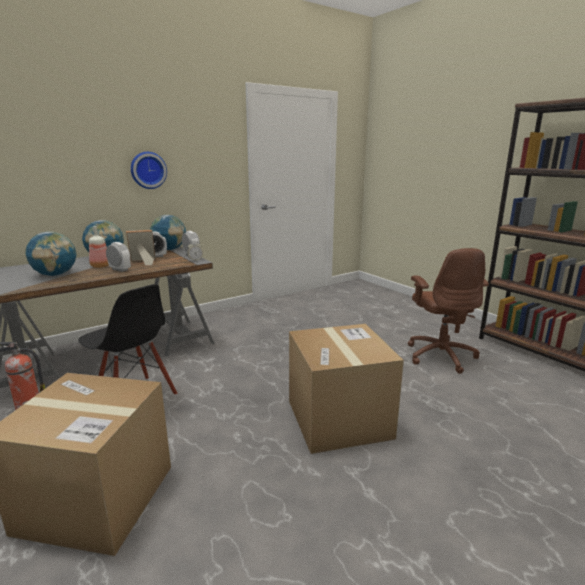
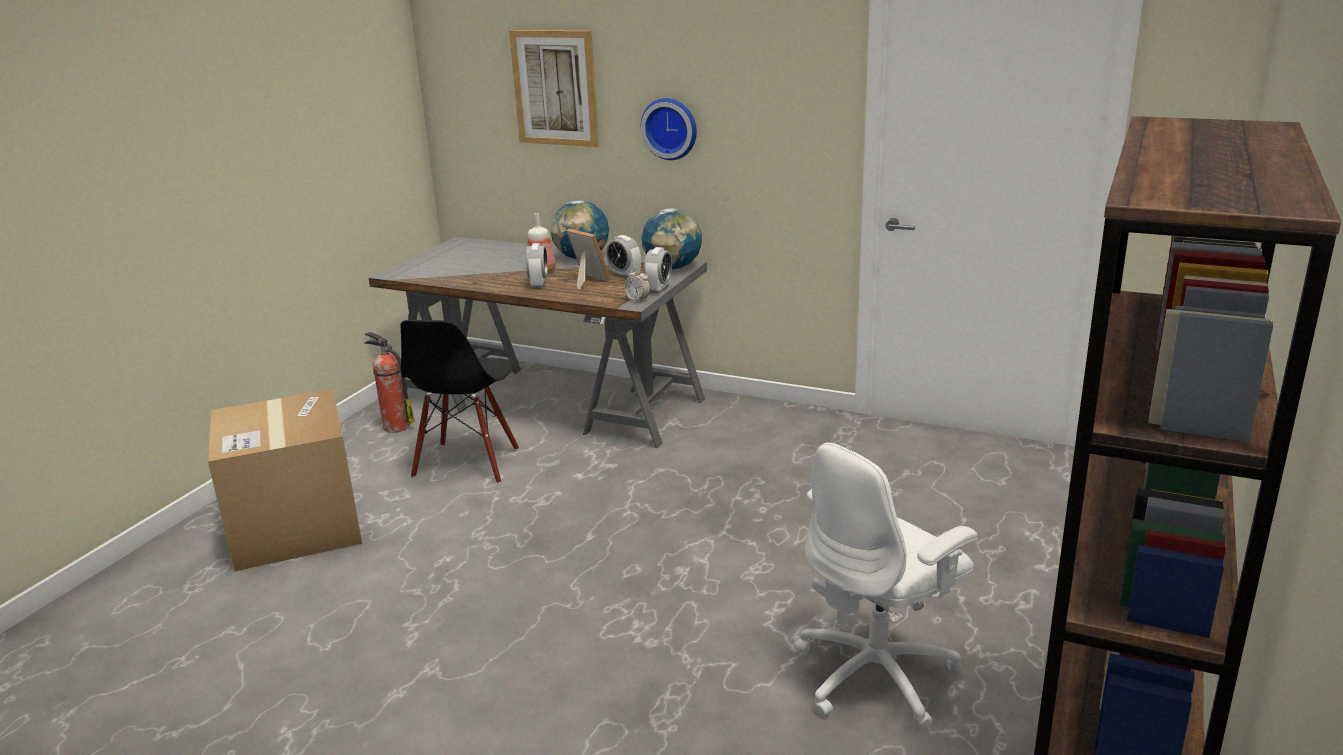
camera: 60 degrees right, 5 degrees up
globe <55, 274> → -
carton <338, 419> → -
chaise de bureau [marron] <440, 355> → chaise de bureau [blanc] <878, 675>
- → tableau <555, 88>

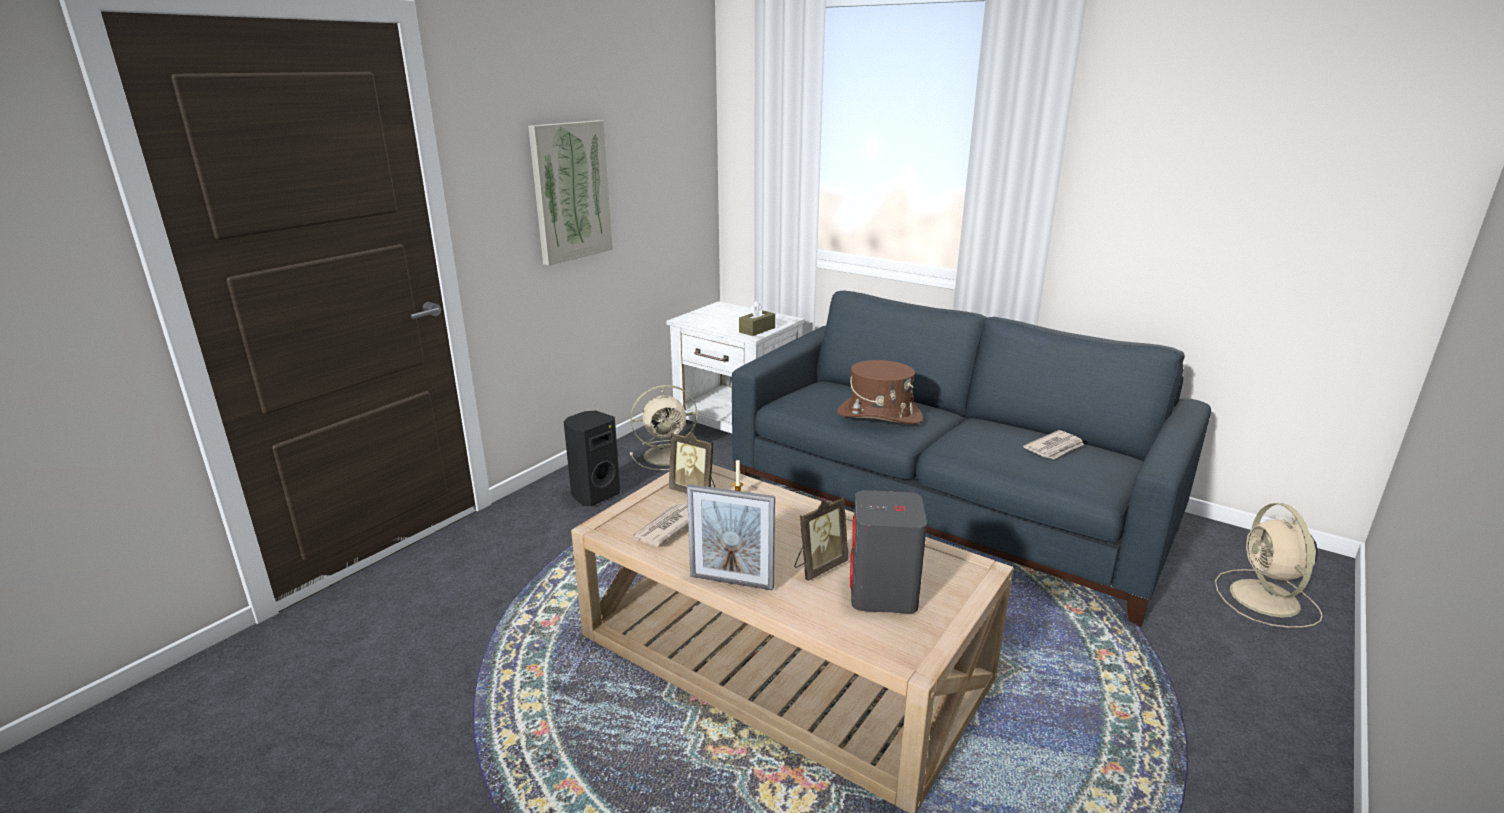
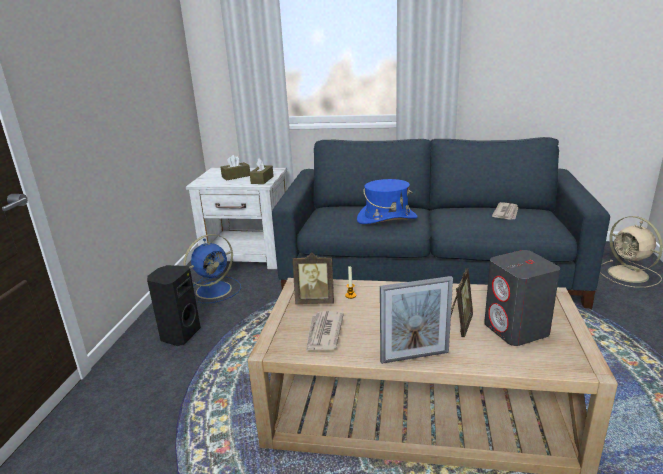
camera: 25 degrees left, 0 degrees up
tableau <570, 191> → -
ventilateur [beige] <668, 455> → ventilateur [bleu] <215, 289>
chapeau [marron] <879, 416> → chapeau [bleu] <387, 219>
- → boîte à mouchoirs [marron] <236, 176>

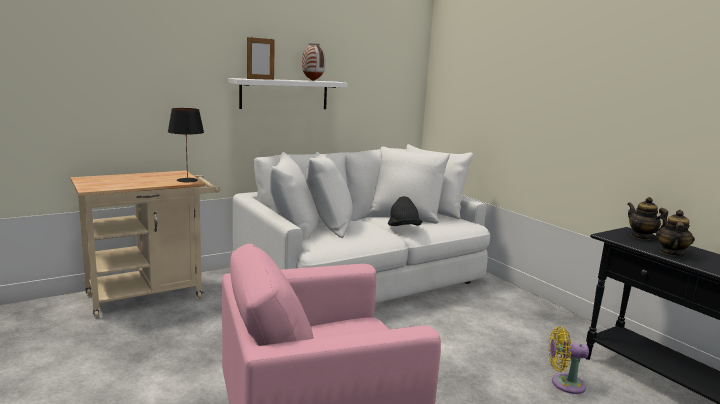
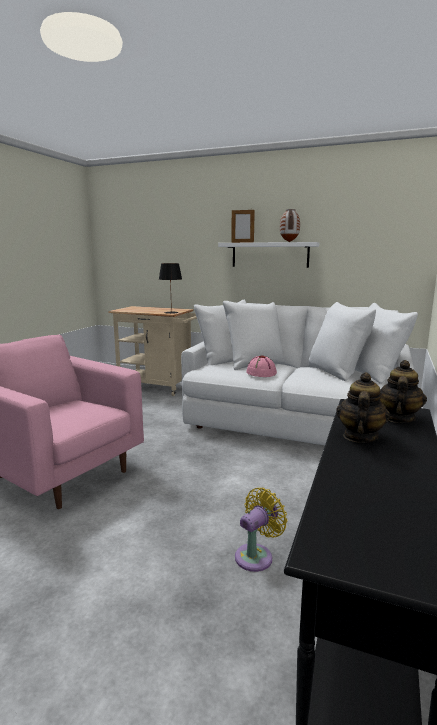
camera: 55 degrees right, 0 degrees up
chapeau [noir] <403, 228> → -
ventilateur [jaune] <564, 383> → ventilateur [jaune] <256, 555>, 75 degrees clockwise
théière <671, 253> → théière <359, 437>, 60 degrees counterclockwise
- → chapeau [rose] <261, 373>

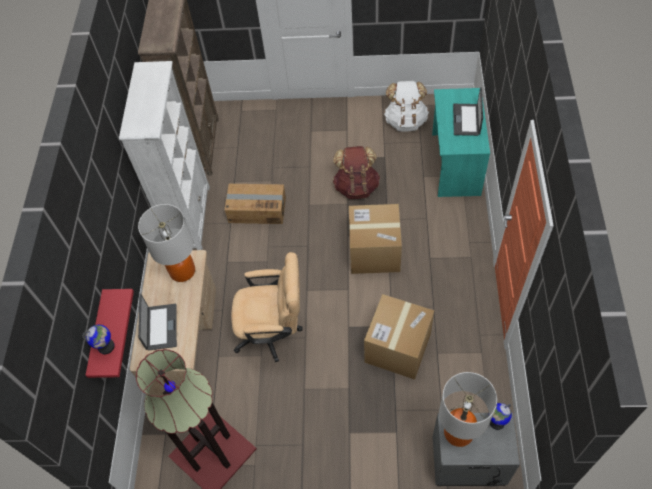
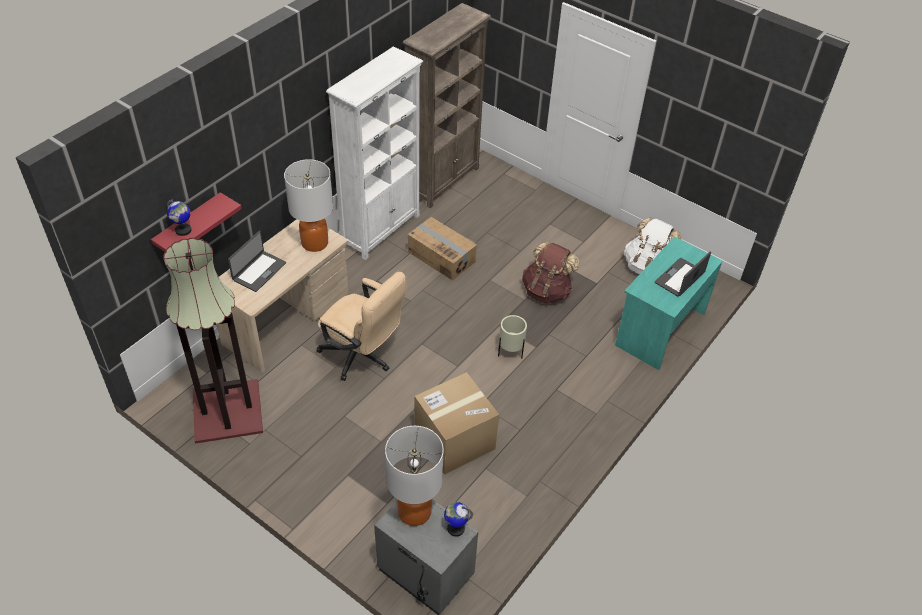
camera: 30 degrees right, 10 degrees down
carton <374, 252> → cache-pot [beige] <510, 352>

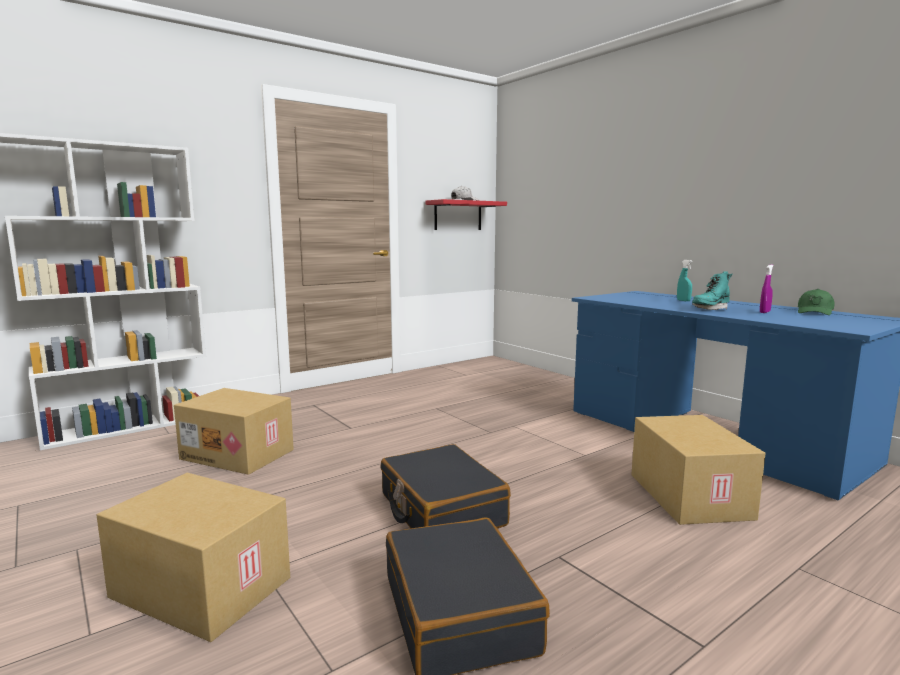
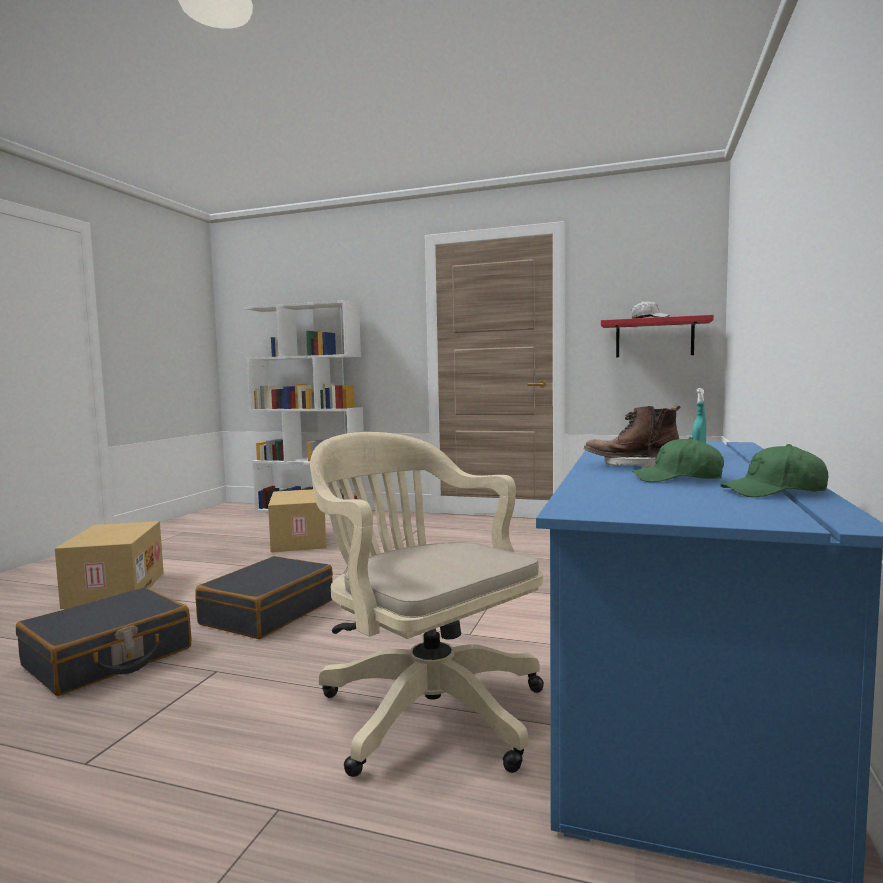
camera: 55 degrees right, 5 degrees down
carton <687, 495> → chaise de bureau [beige] <424, 707>
botte [turquoise] <710, 309> → botte [marron] <631, 466>
vaporisateur [violet] <764, 312> → casquette [vert] <678, 479>

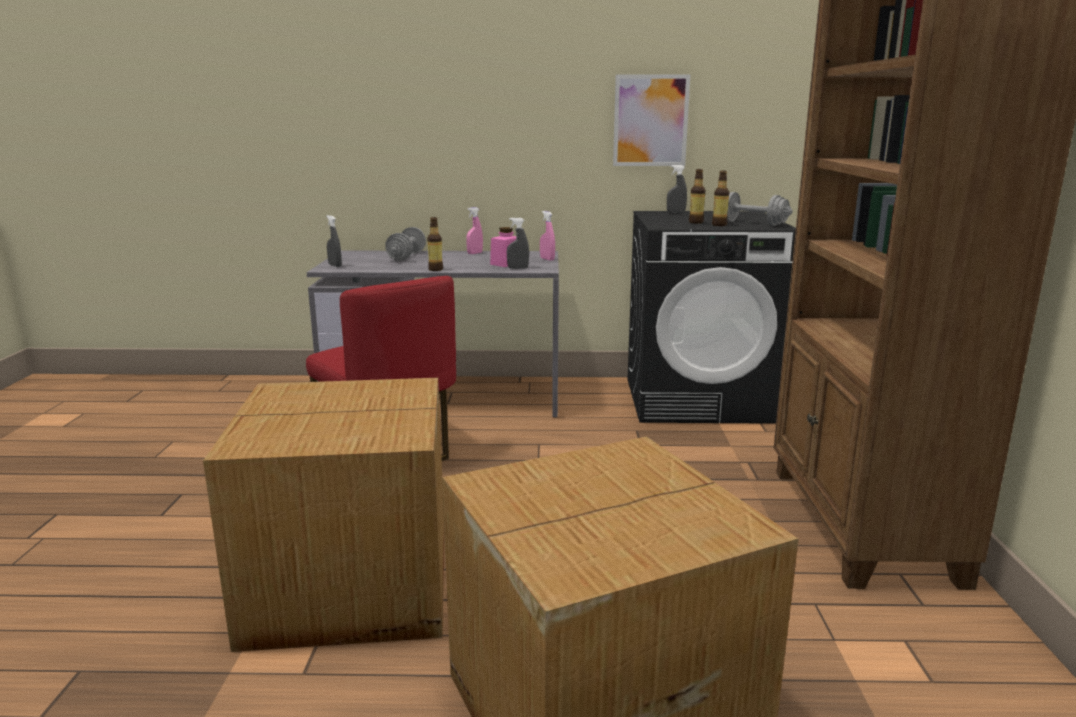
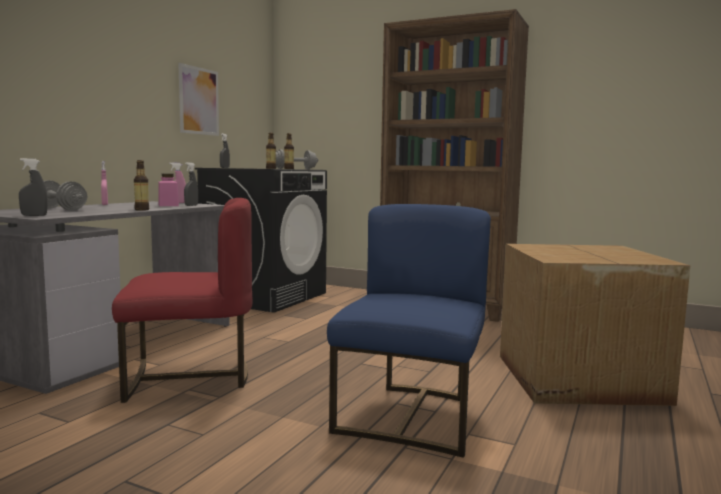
camera: 65 degrees left, 10 degrees down
carton <353, 586> → chaise [bleu] <411, 416>

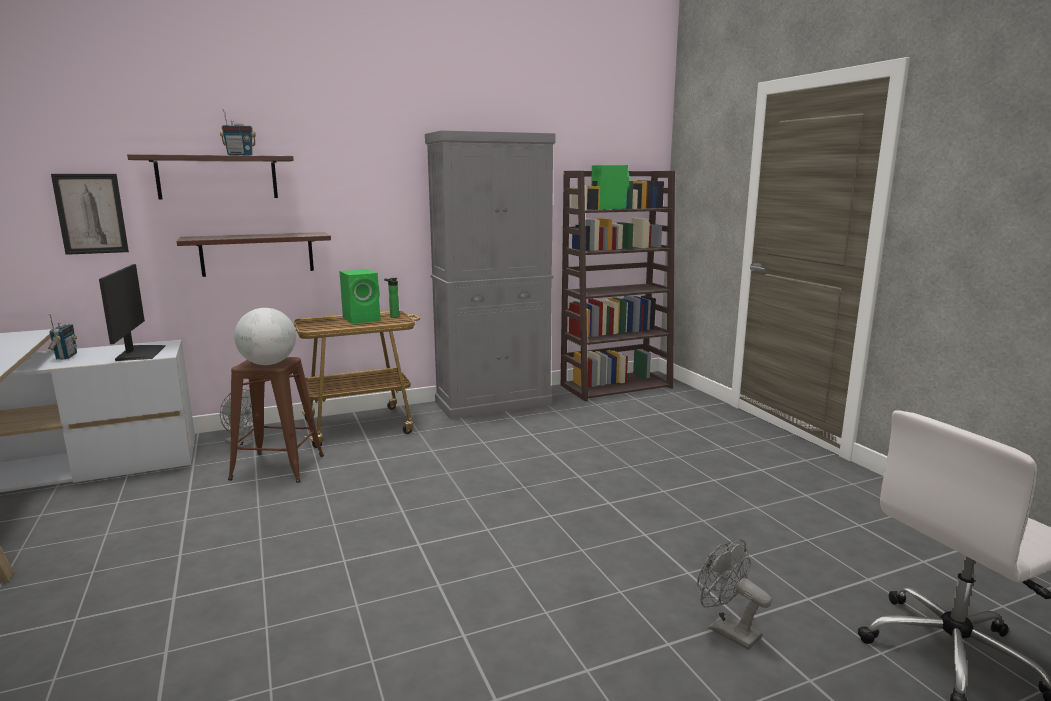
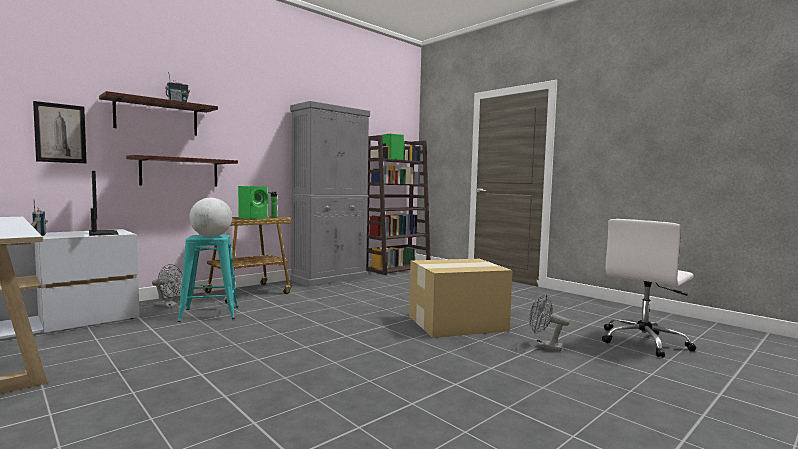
camera: 20 degrees left, 10 degrees down
tabouret [marron] <278, 467> → tabouret [turquoise] <209, 314>
- → carton <455, 323>

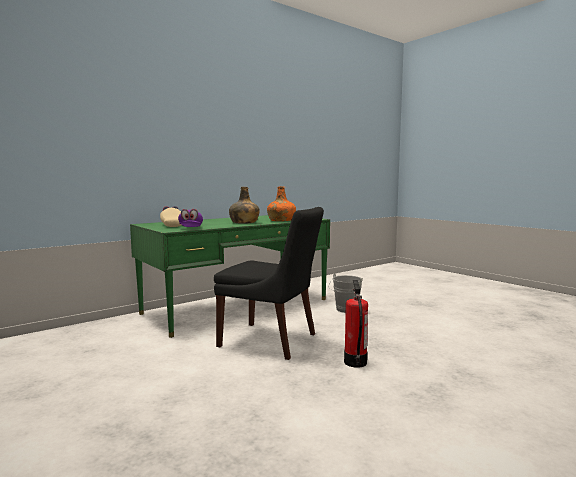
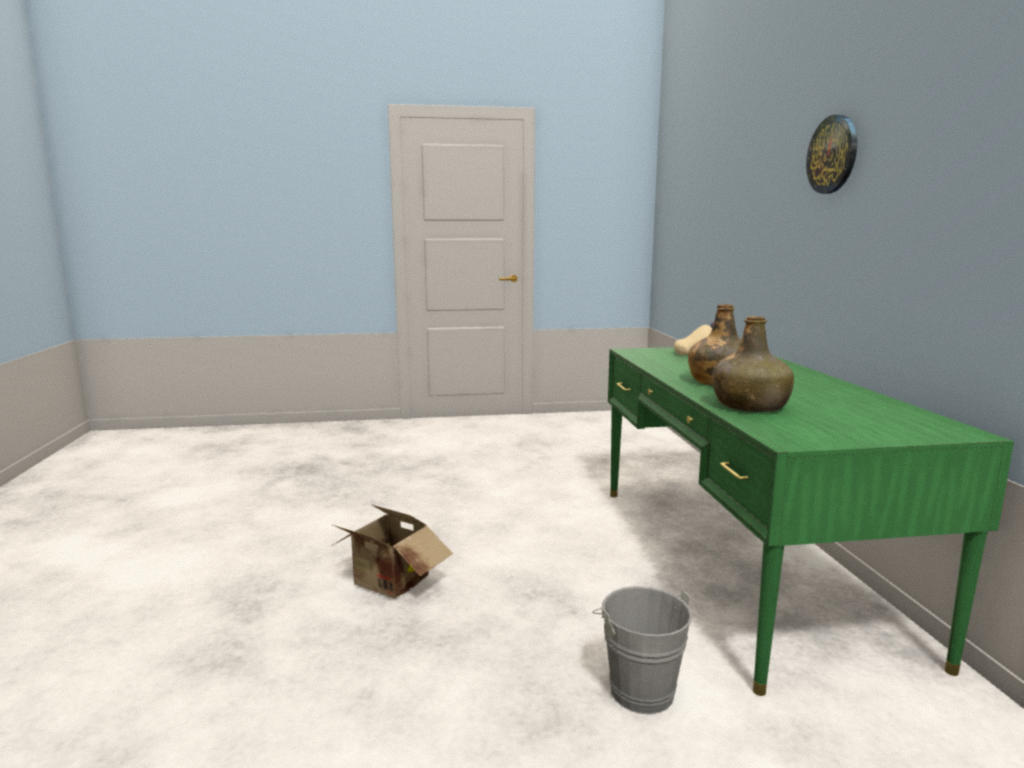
camera: 120 degrees right, 5 degrees up
casquette [violet] <190, 228> → -
chaise [noir] <271, 341> → -
bouteille [orange] <281, 220> → bouteille [vert] <750, 406>
extincteur <355, 362> → carton <389, 585>
- → horloge murale <833, 154>

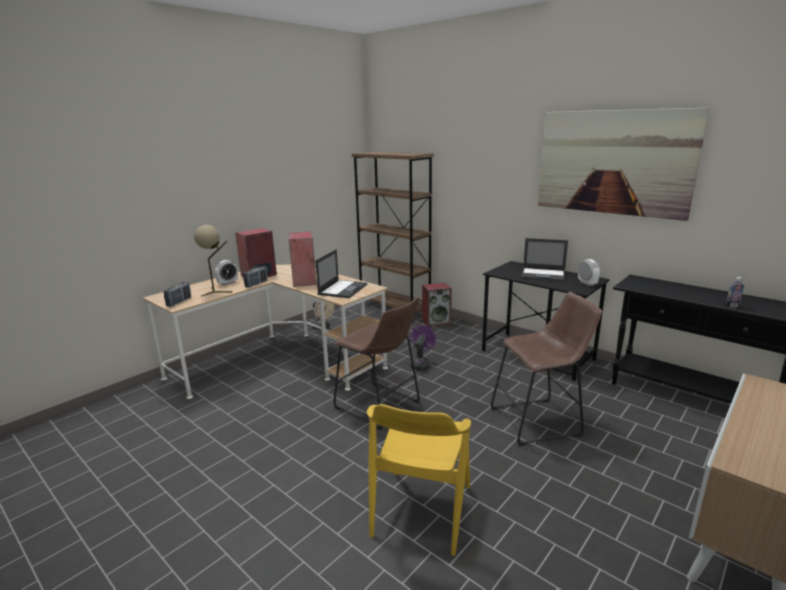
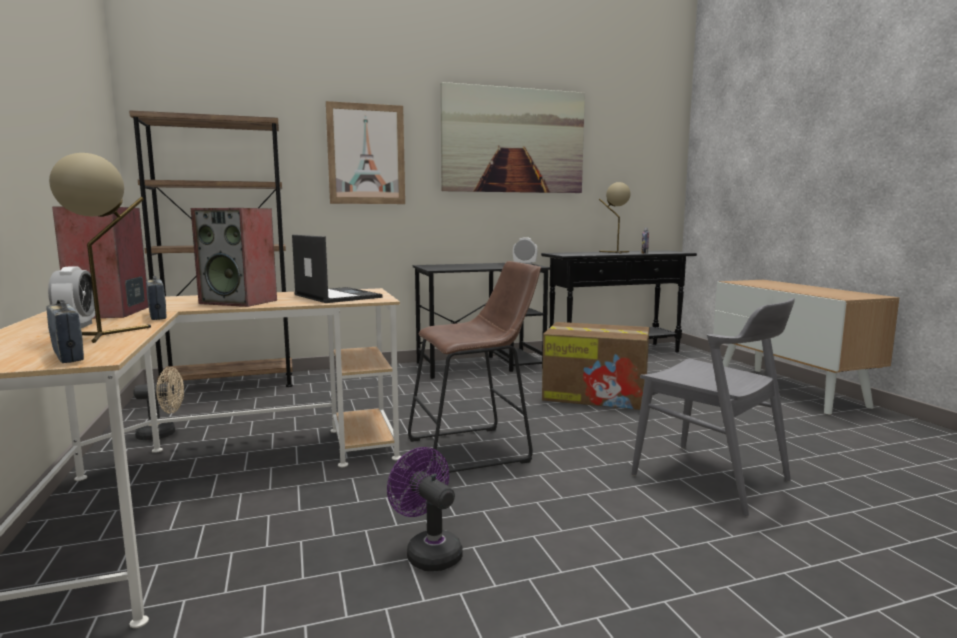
camera: 60 degrees left, 10 degrees down
chaise [jaune] <421, 510> → chaise [gris] <710, 478>
ventilateur [violet] <421, 364> → ventilateur [violet] <428, 552>, moved
enceinte <436, 321> → -
tabouret [marron] <540, 421> → carton <597, 395>
ordinateur portable <543, 275> → -
- → tableau <366, 154>
- → lampe de table [beige] <615, 252>

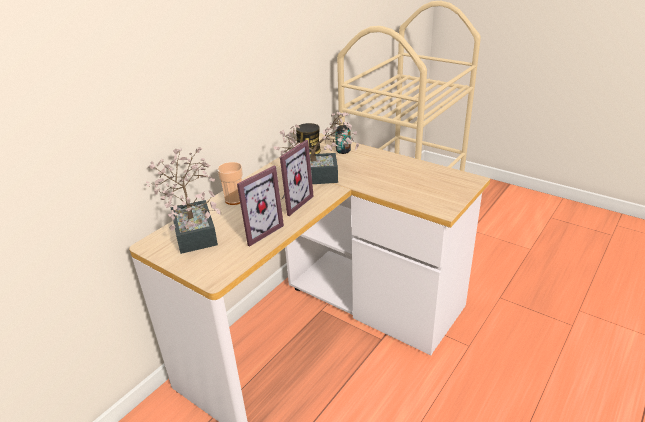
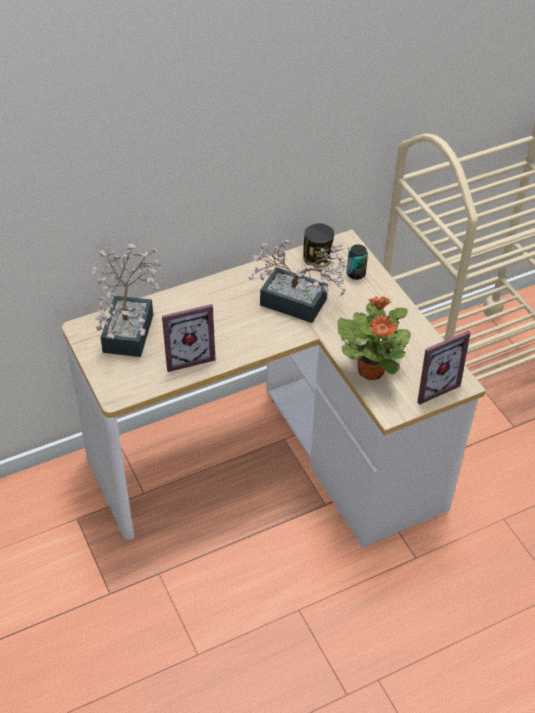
camera: 25 degrees right, 15 degrees up
tasse <234, 200> → -
cadre photo <291, 203> → cadre photo <431, 385>, moved
- → plante en pot <371, 369>

